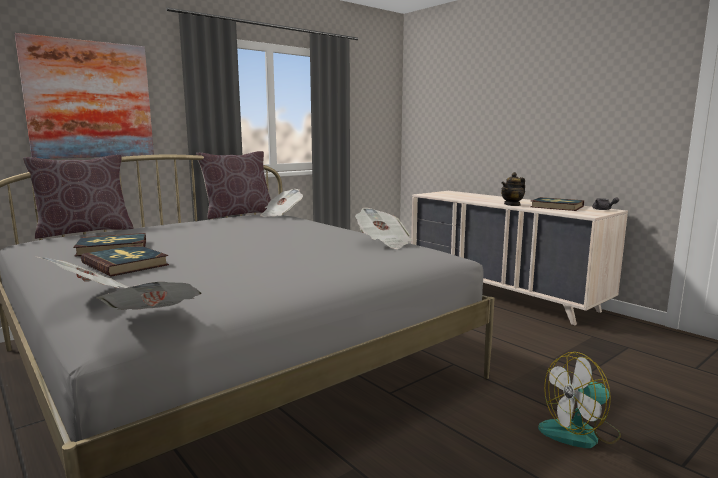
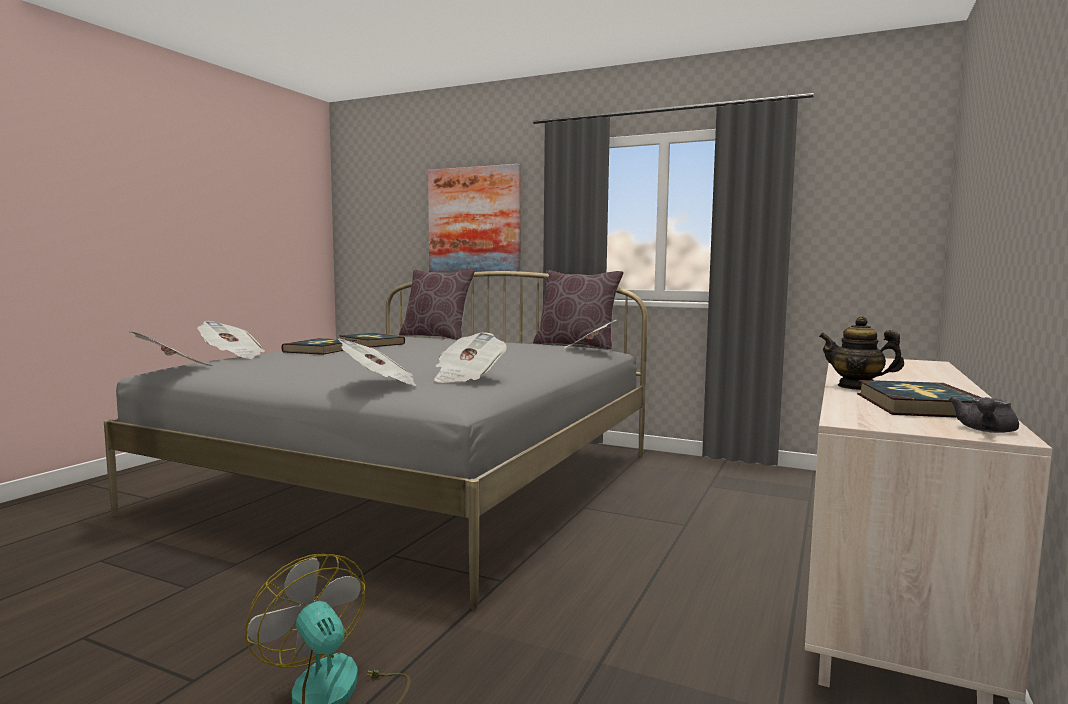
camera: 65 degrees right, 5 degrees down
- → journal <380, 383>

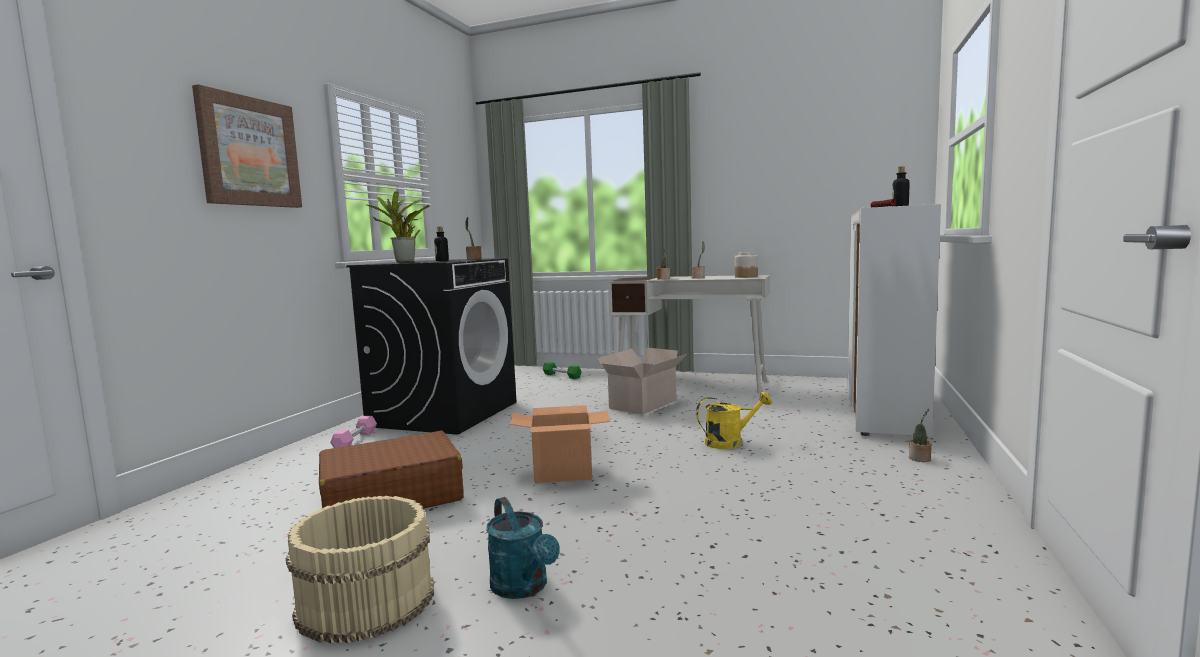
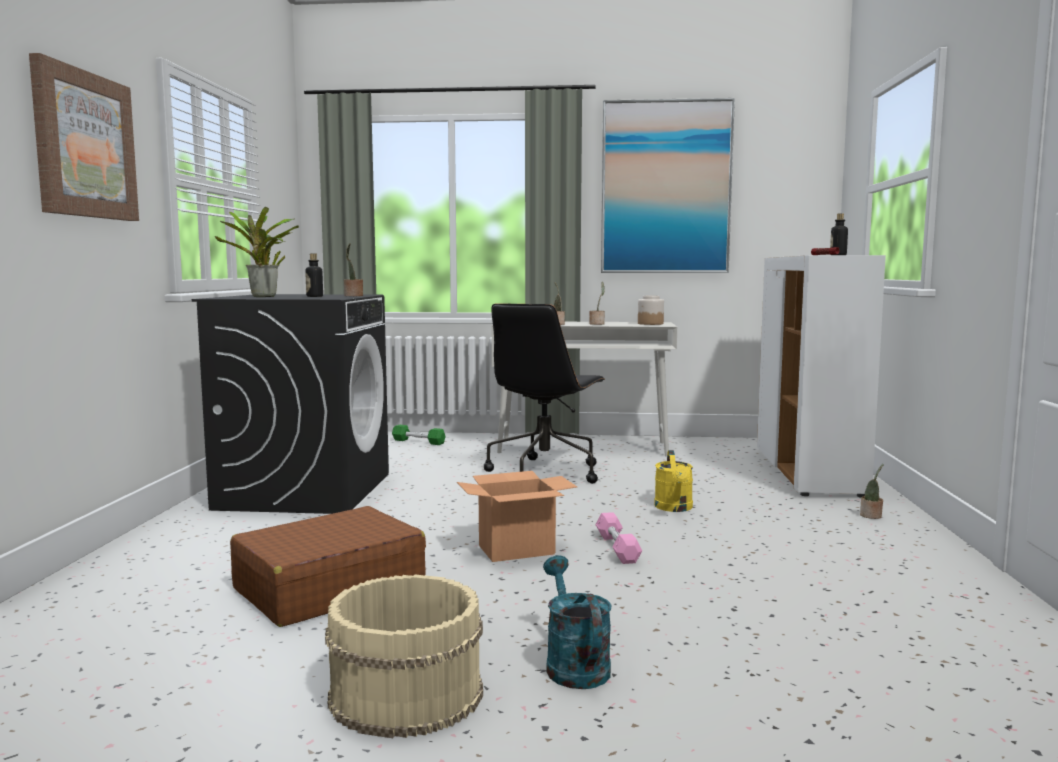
camera: 15 degrees left, 0 degrees up
haltère [rose] <355, 440> → haltère [rose] <617, 548>, moved
arrosoir [turquoise] <524, 588> → arrosoir [turquoise] <573, 664>, 150 degrees counterclockwise
carton <641, 405> → chaise de bureau [noir] <545, 472>
arrosoir [jaune] <730, 442> → arrosoir [jaune] <674, 508>, 120 degrees clockwise
- → tableau <665, 187>

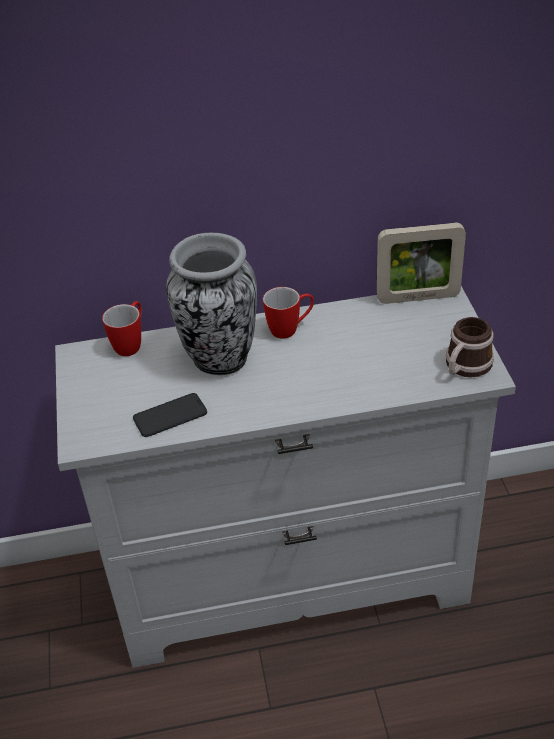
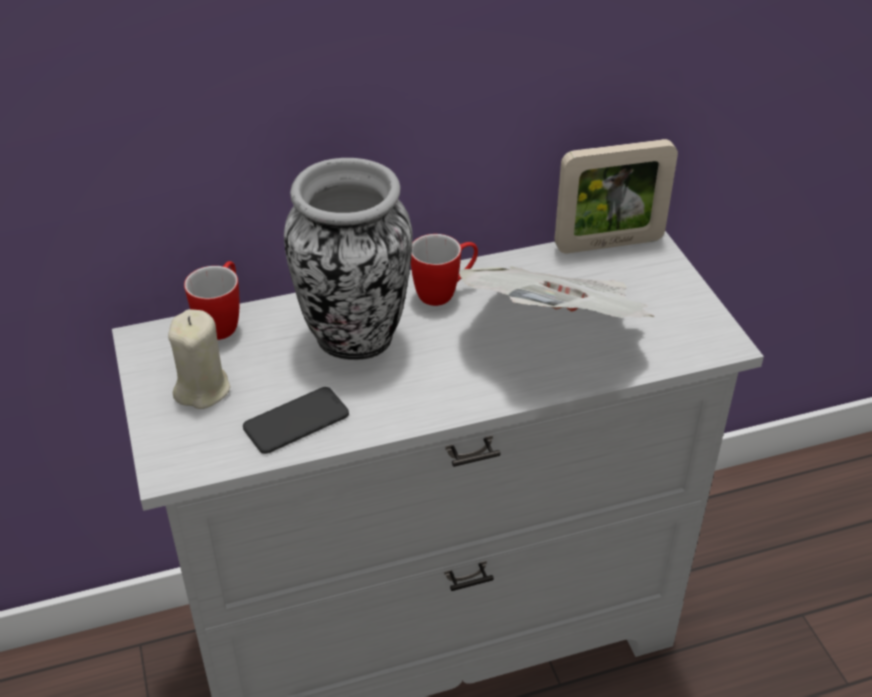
camera: 10 degrees left, 0 degrees up
mug <465, 367> → -
- → bougie [beige] <202, 389>
- → journal <559, 330>

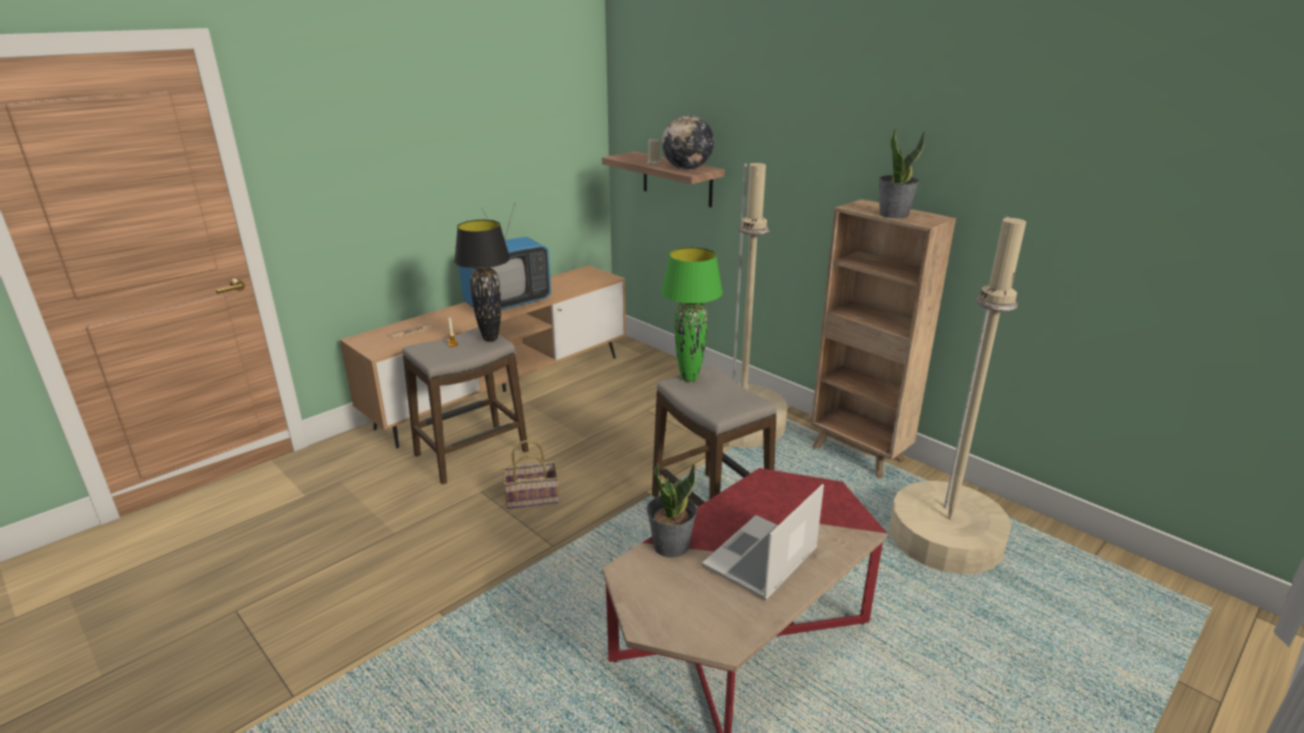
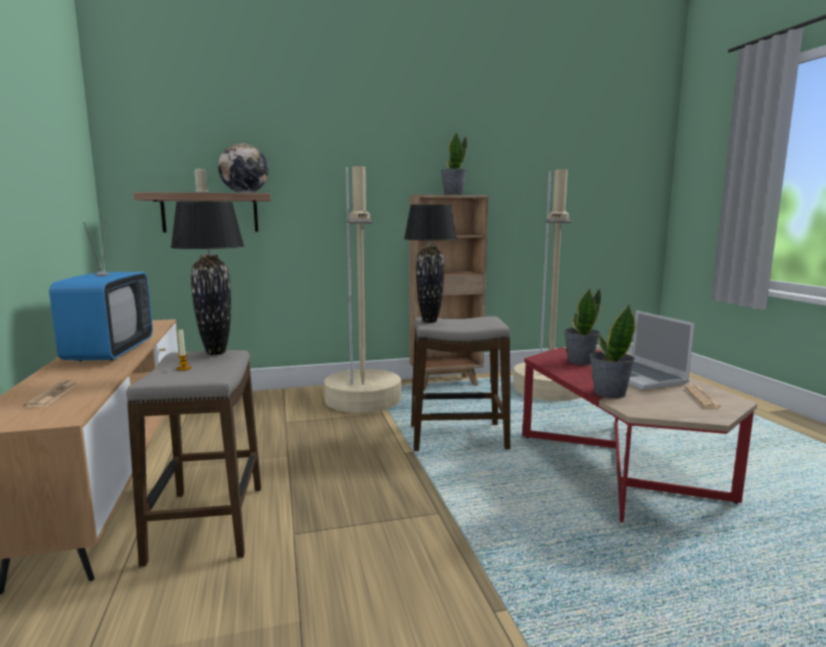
camera: 60 degrees left, 15 degrees down
panier <533, 497> → -
lampe de table [vert] <689, 378> → lampe de table [noir] <429, 321>
- → plante en pot <579, 361>
- → journal <702, 398>

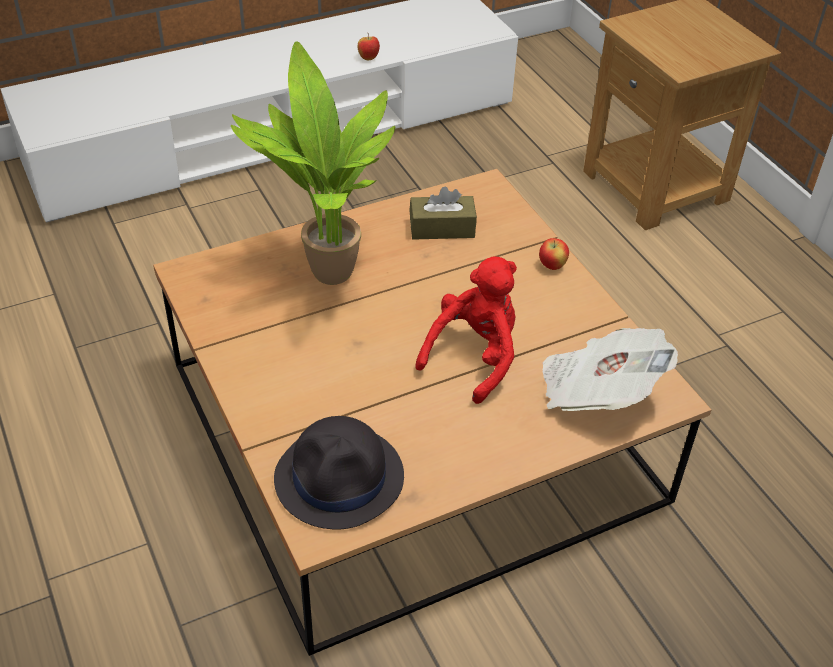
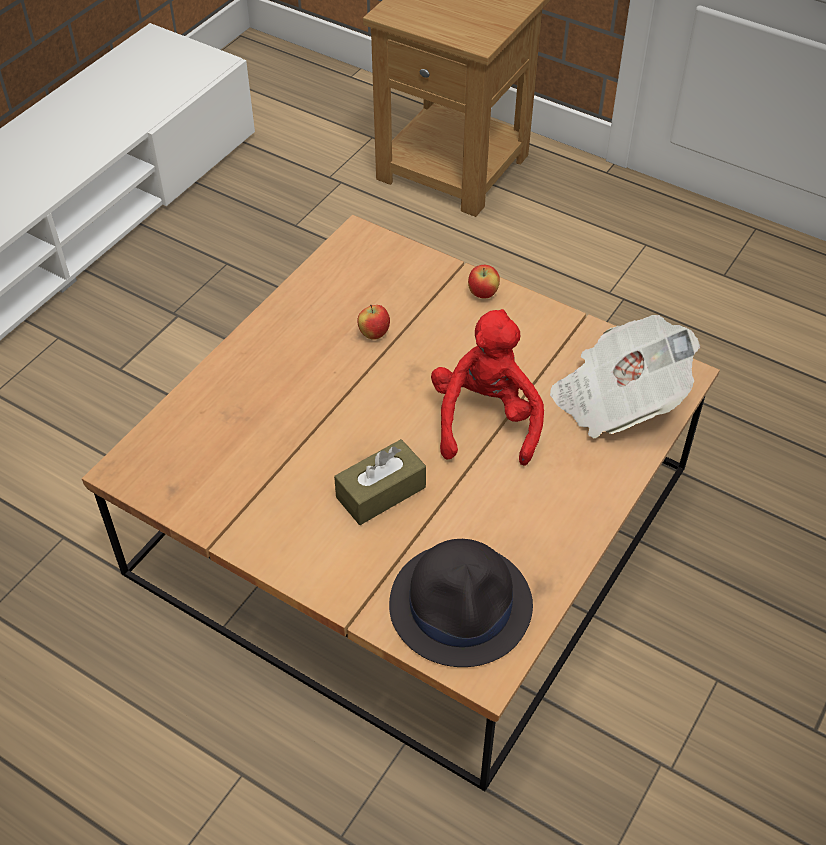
camera: 30 degrees left, 5 degrees up
plante en pot <325, 274> → -
pomme <368, 58> → pomme <374, 334>, moved
boîte à mouchoirs [marron] <442, 228> → boîte à mouchoirs [marron] <381, 492>, moved

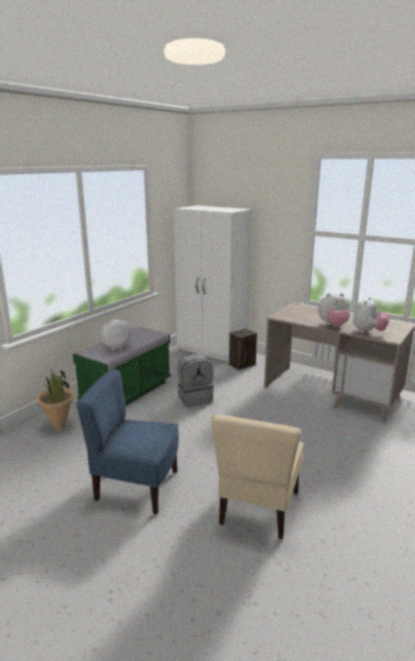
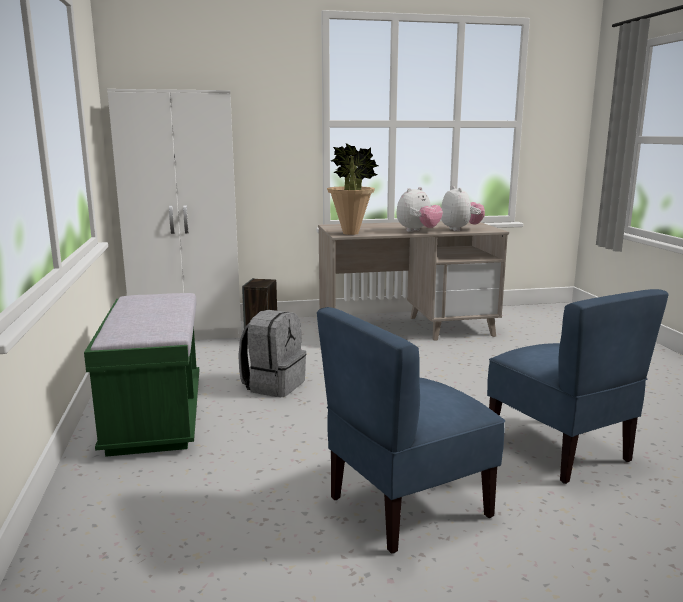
camera: 45 degrees left, 5 degrees down
plante en pot <59, 426> → plante en pot <351, 233>, moved
peluche <115, 347> → -
chaise [beige] <258, 508> → chaise [bleu] <559, 449>

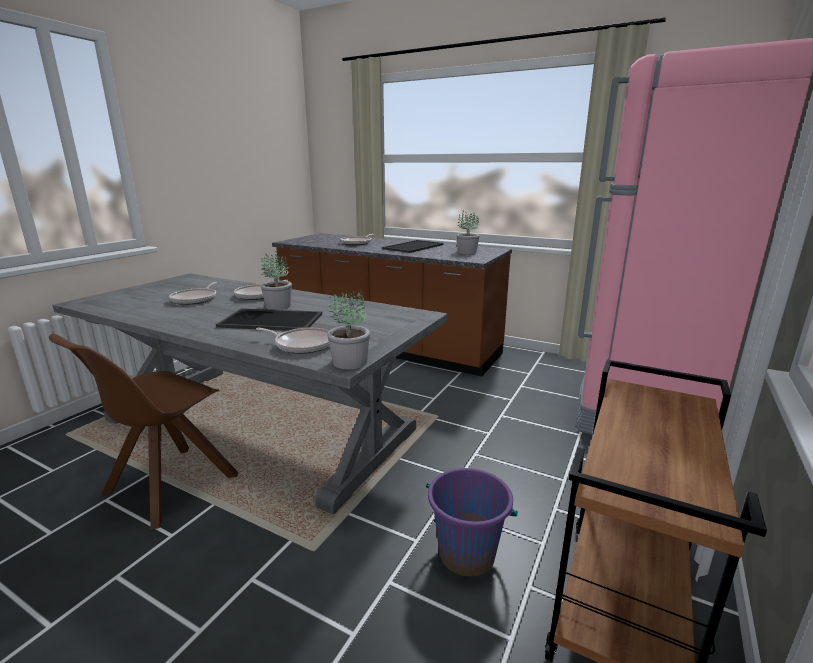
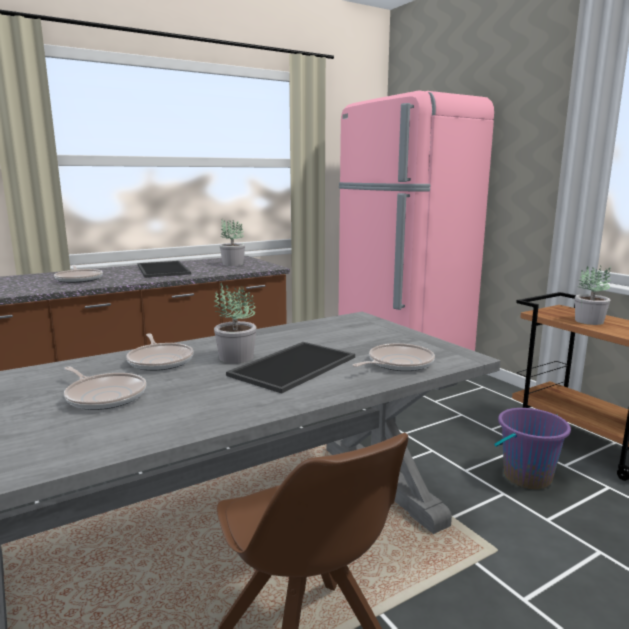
camera: 60 degrees left, 5 degrees down
plante en pot <350, 362> → plante en pot <589, 321>, moved

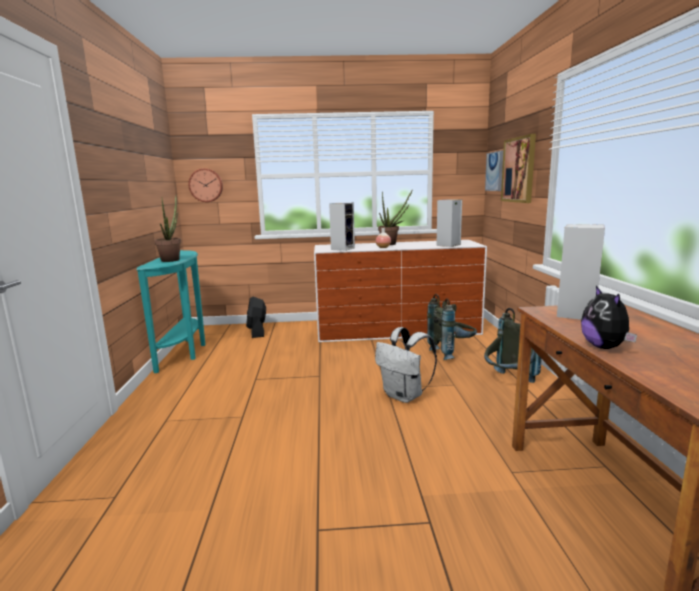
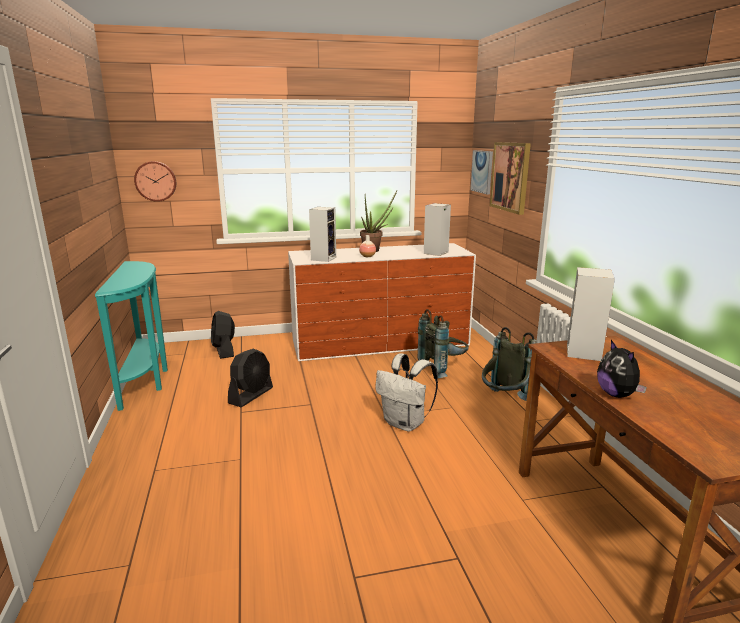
camera: 10 degrees left, 5 degrees up
plante en pot <172, 259> → -
- → ventilateur [noir] <251, 395>

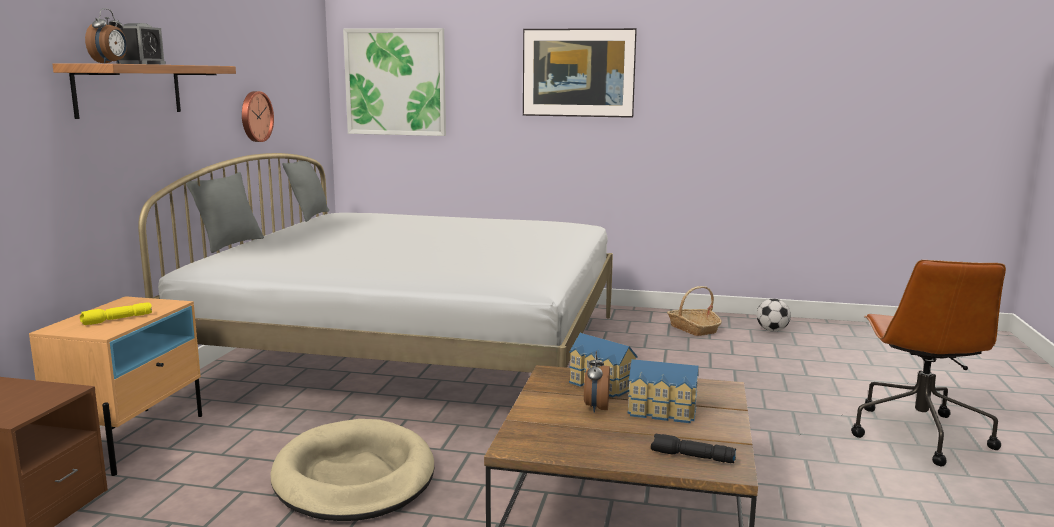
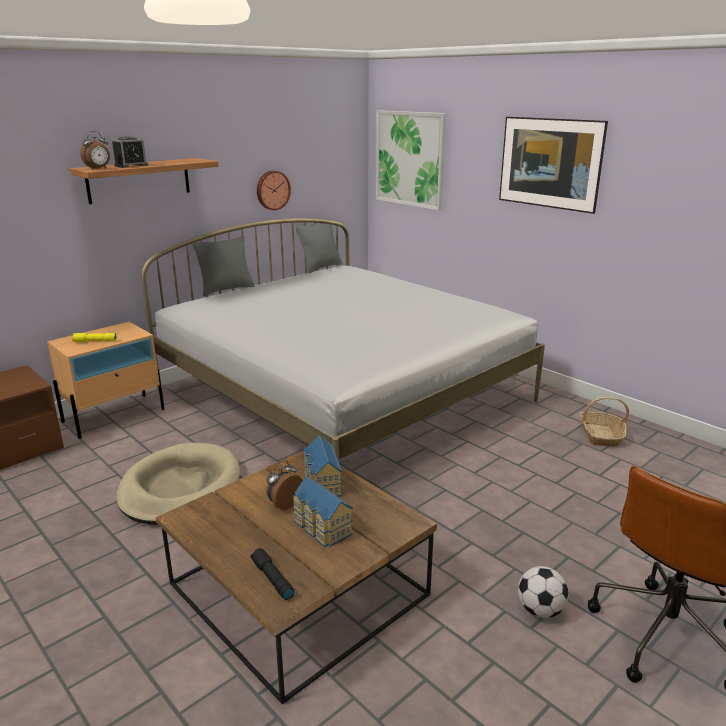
camera: 35 degrees right, 10 degrees up
ballon de foot <772, 330> → ballon de foot <540, 610>, moved

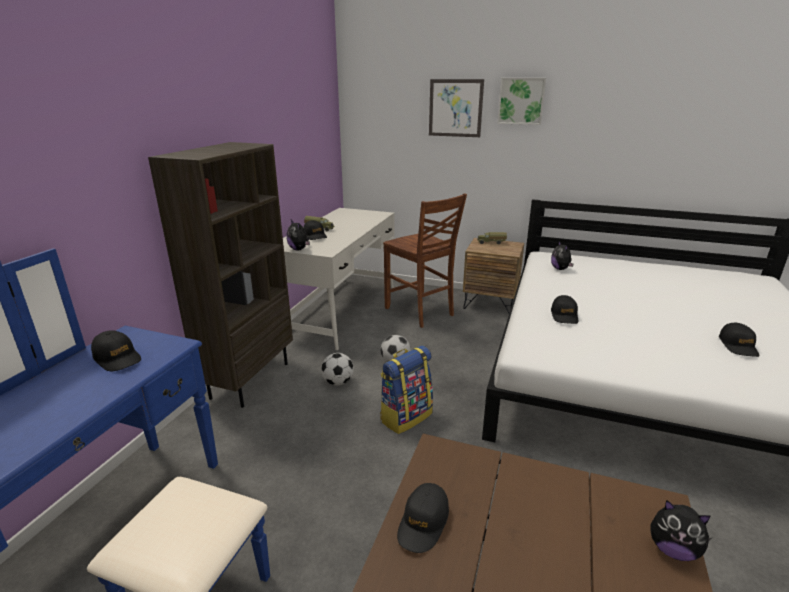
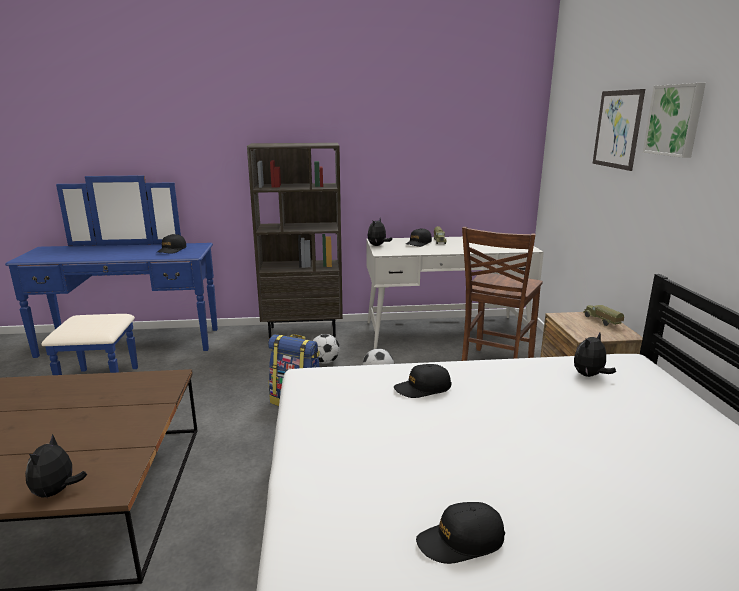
camera: 65 degrees right, 5 degrees down
casquette [noir] <423, 523> → -

